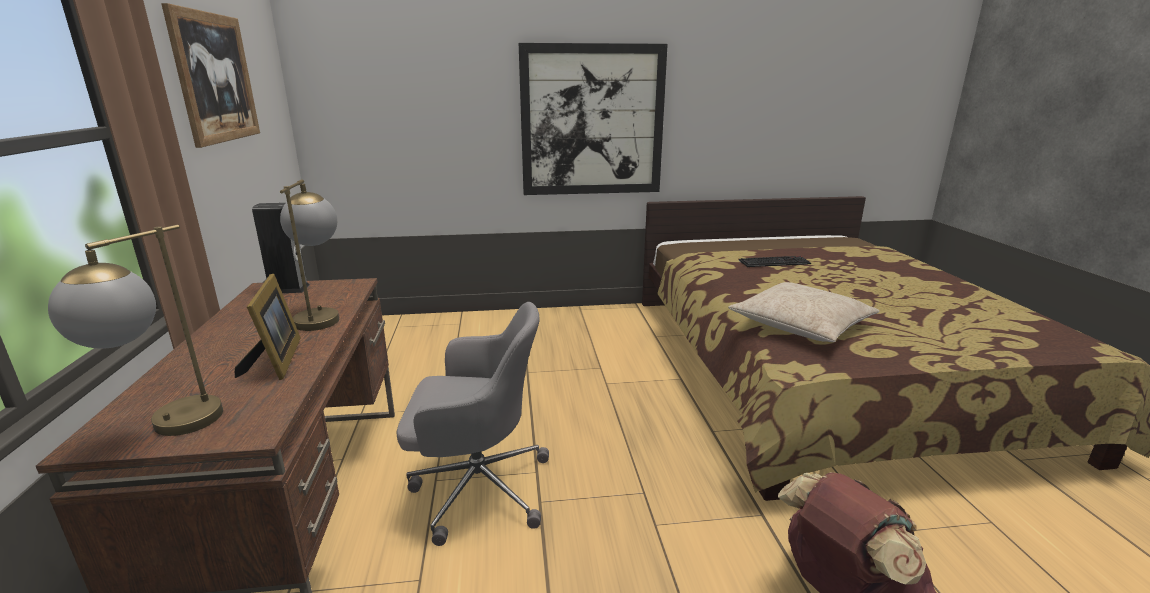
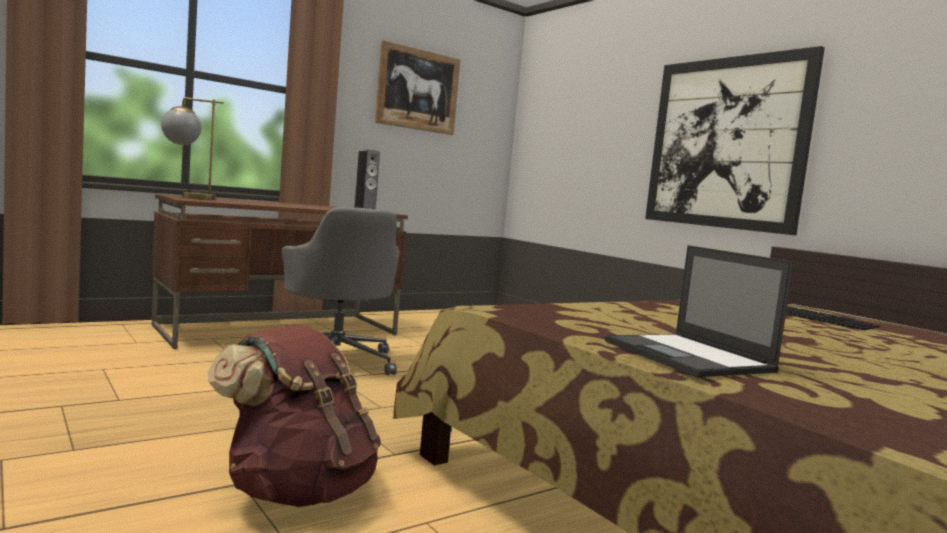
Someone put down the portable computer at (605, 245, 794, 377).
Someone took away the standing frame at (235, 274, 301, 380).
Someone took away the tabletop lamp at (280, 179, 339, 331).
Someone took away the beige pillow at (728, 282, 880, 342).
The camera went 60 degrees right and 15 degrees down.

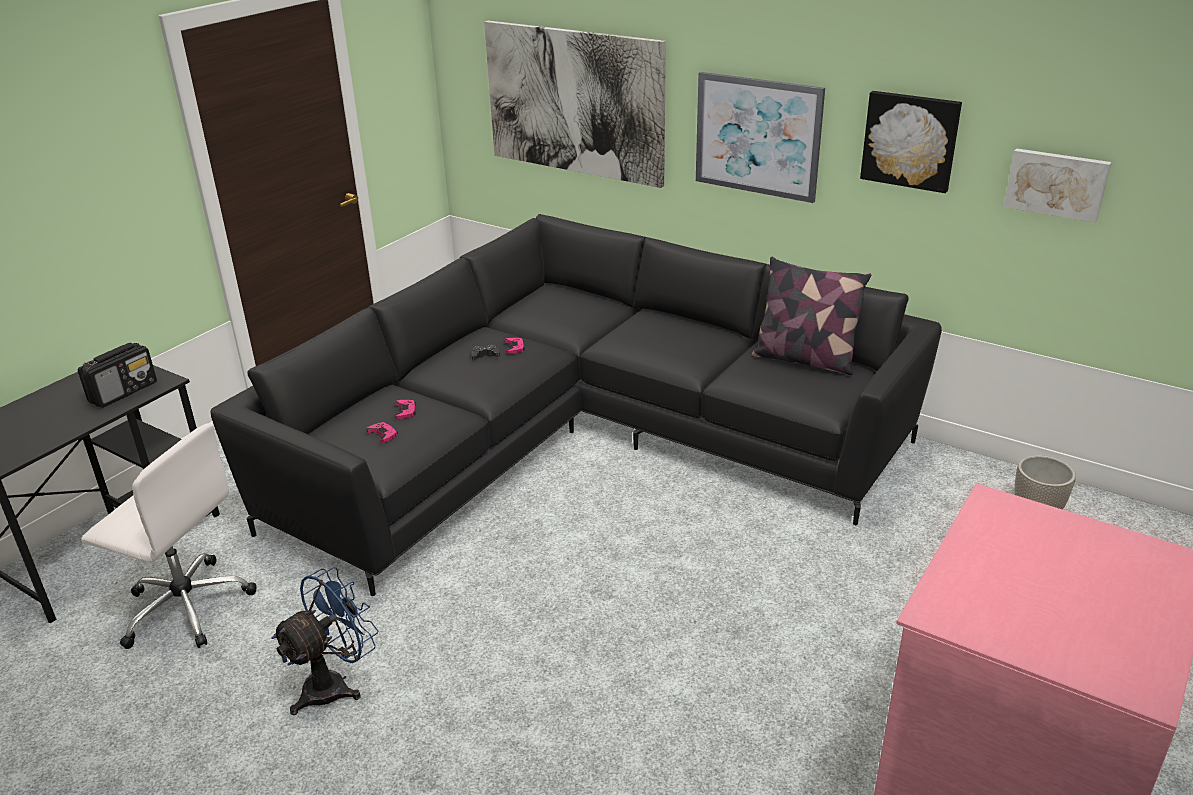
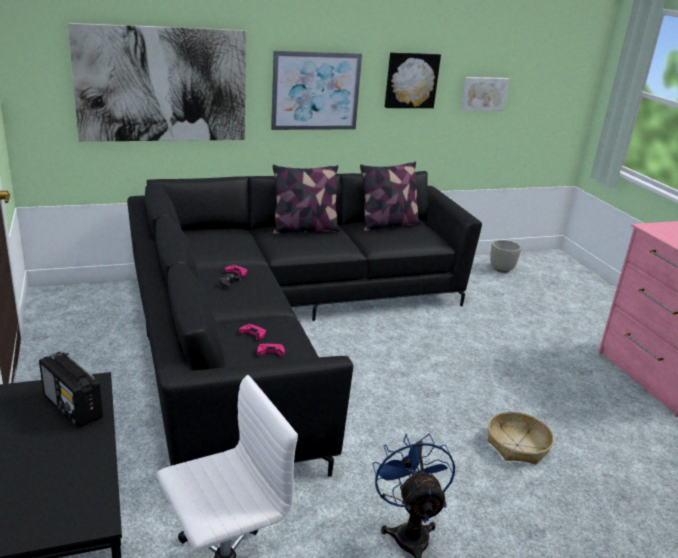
Someone rotated the radio set at (77, 343, 157, 408) by 150 degrees clockwise.
Someone put down the pillow at (272, 165, 340, 234).
Someone put down the storage basket at (488, 412, 554, 465).
The camera went 55 degrees left and 5 degrees down.

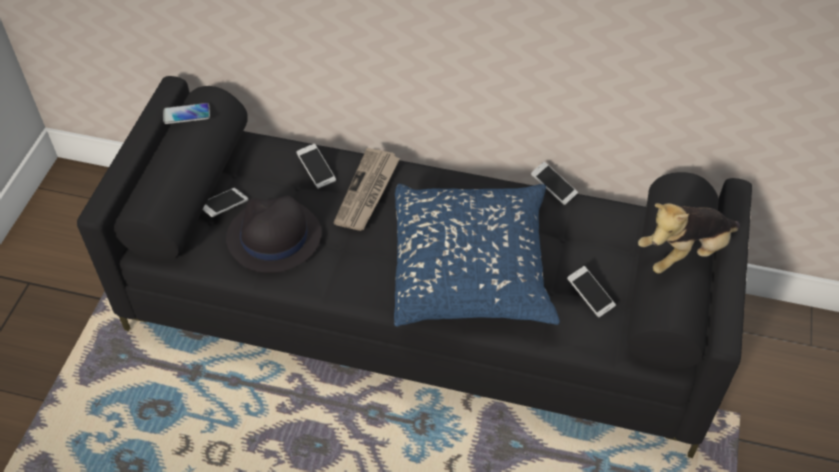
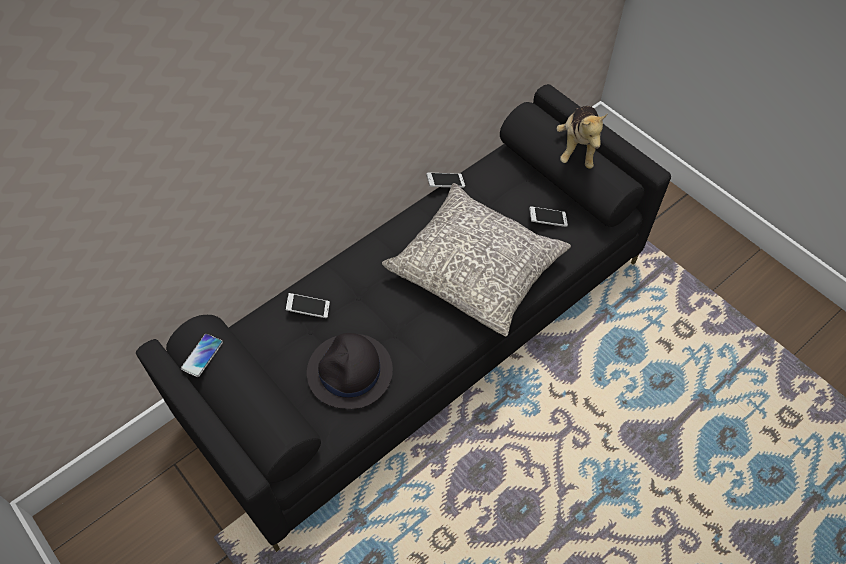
Someone repainted the blue-coloured pillow at (394, 184, 560, 327), which became the gray pillow at (382, 183, 571, 336).
Someone took away the phone at (203, 188, 248, 217).
Someone took away the printed paper at (333, 148, 400, 231).
The camera went 55 degrees left and 5 degrees up.

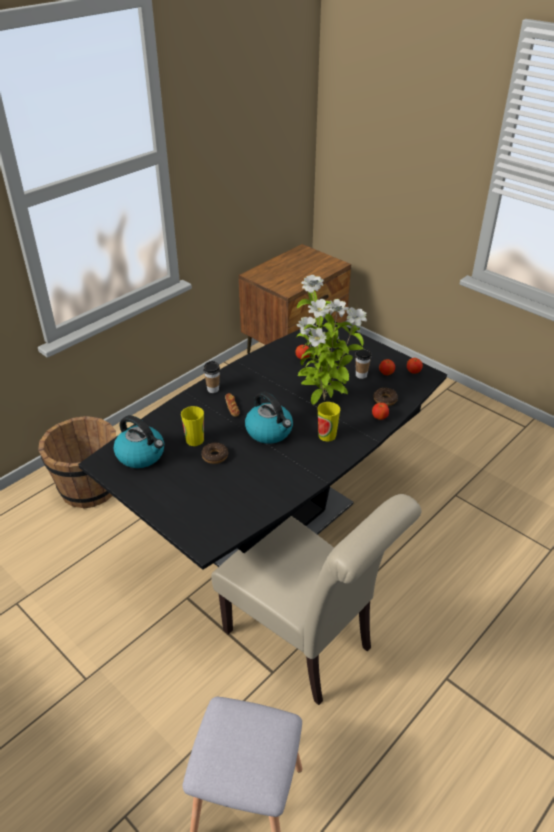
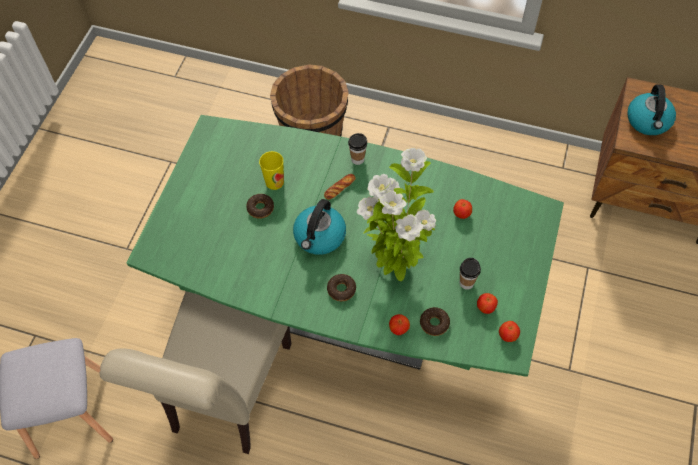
Someone repainted the blackish kitchen table at (78, 318, 447, 570), which became the green-coloured kitchen table at (127, 115, 564, 377).
Someone swapped the cup at (318, 402, 340, 441) for the donut at (327, 274, 356, 301).
Someone carried the tea kettle from (113, 415, 164, 468) to (627, 84, 676, 135).
The camera went 65 degrees right and 20 degrees up.

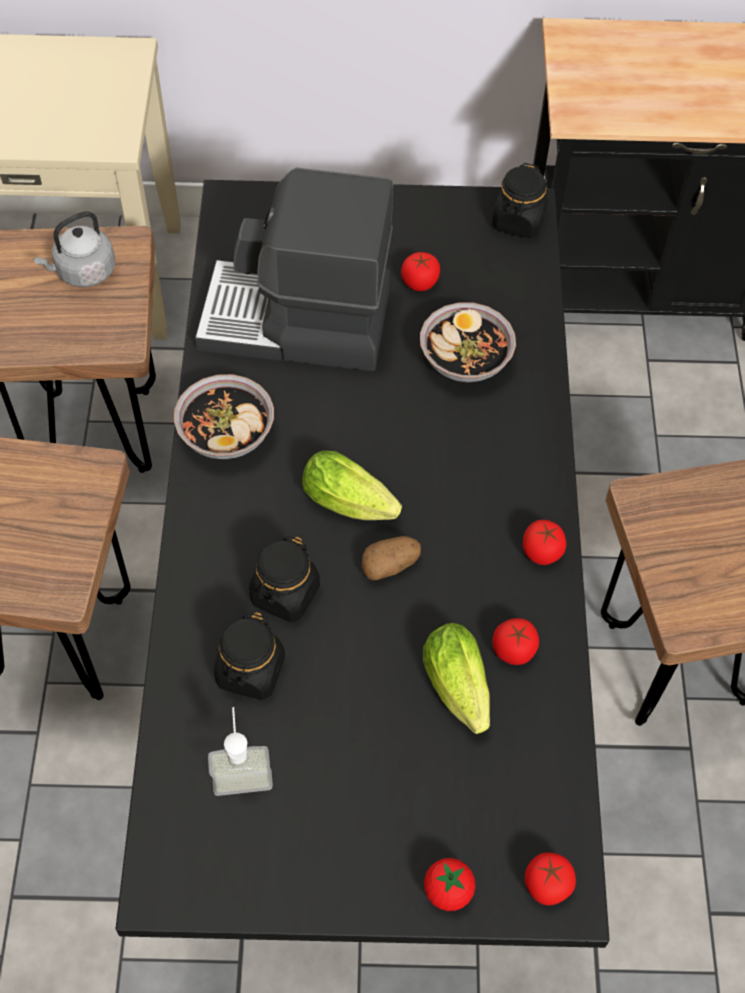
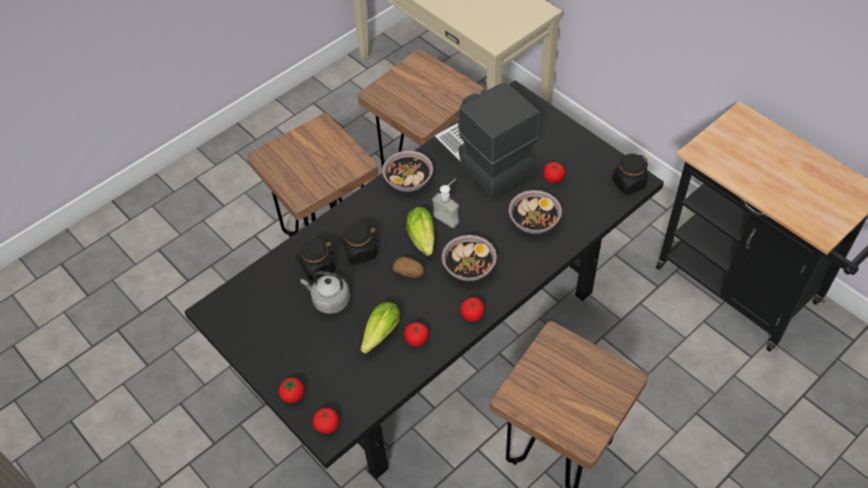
Someone carried the gray tea kettle from (33, 211, 115, 287) to (301, 271, 350, 314).
Someone carried the liquid soap bottle from (208, 707, 273, 796) to (432, 179, 459, 228).
Someone put down the serving bowl at (442, 235, 497, 281).
The camera went 50 degrees right and 5 degrees down.

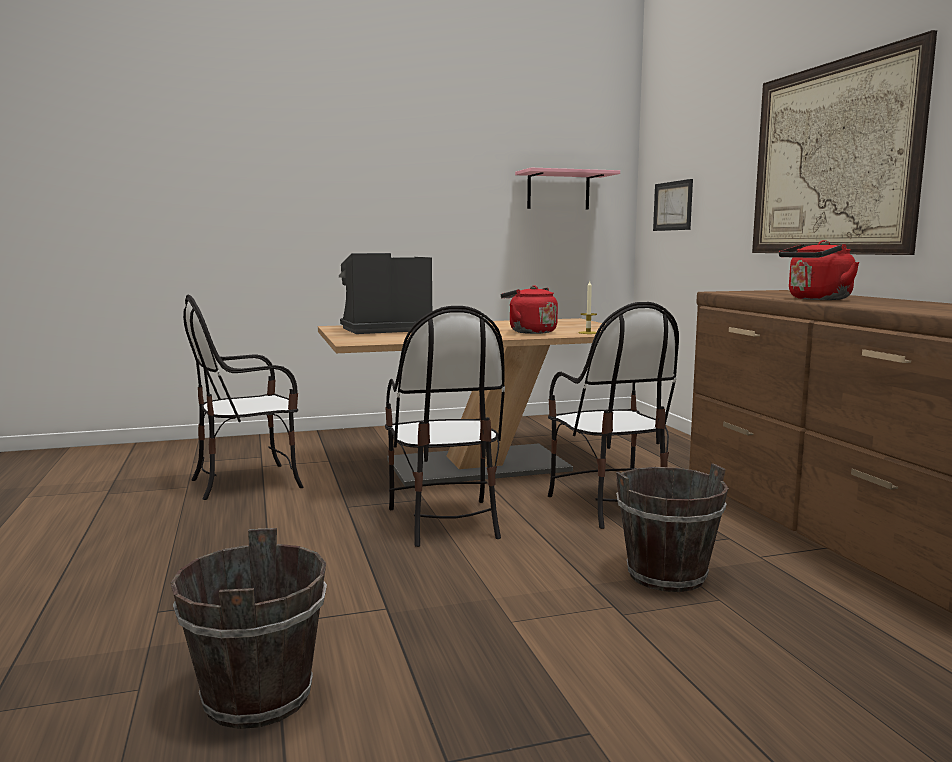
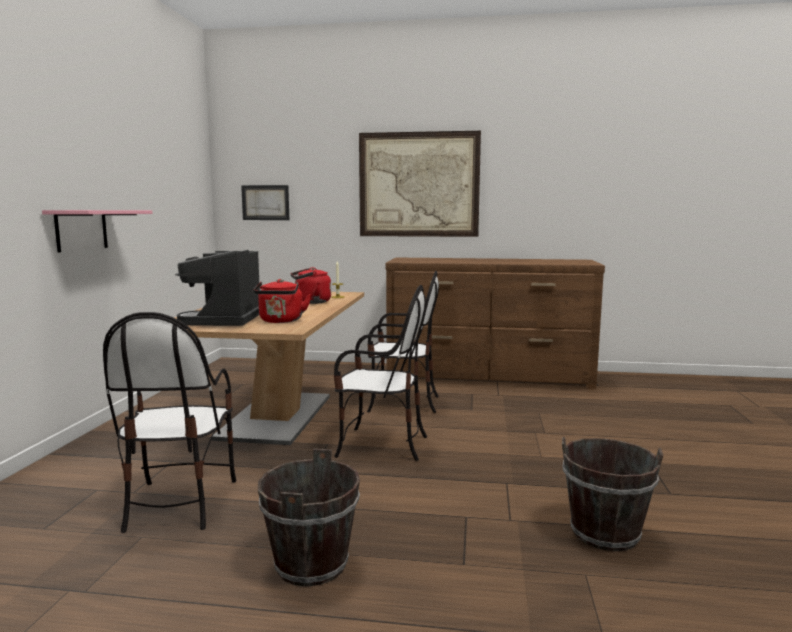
Someone carried the pink-coloured shelf from (515, 168, 620, 210) to (42, 210, 152, 252).
Someone carried the red tea kettle from (779, 240, 859, 300) to (253, 279, 311, 323).
Someone carried the brownish bucket from (616, 463, 729, 592) to (258, 448, 360, 586).
The camera went 65 degrees left and 0 degrees up.

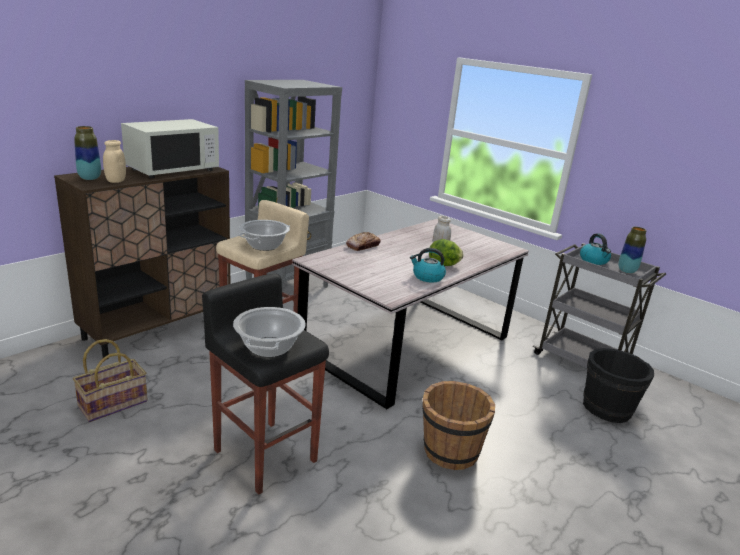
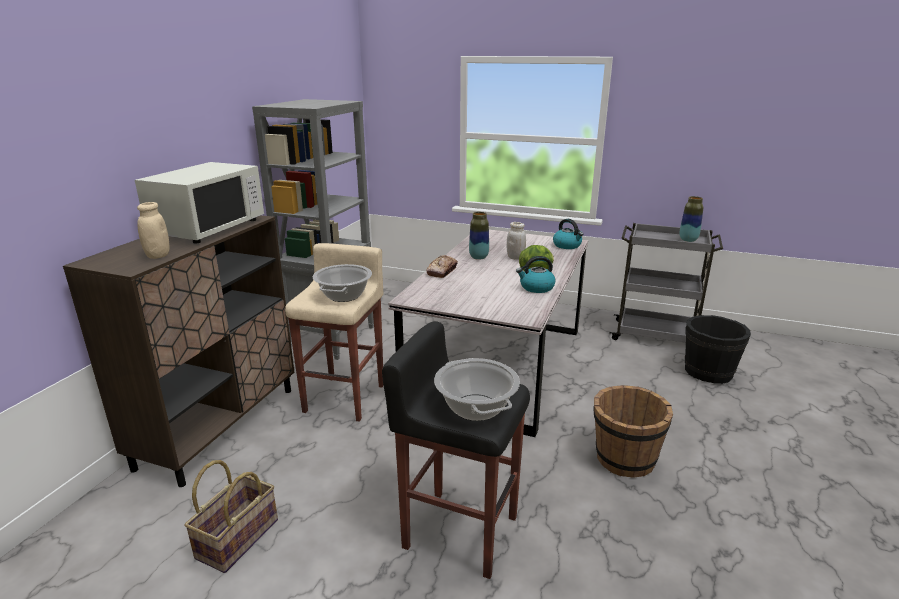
Someone carried the vase from (74, 126, 101, 180) to (469, 212, 489, 260).
Someone carried the tea kettle from (580, 233, 611, 265) to (553, 219, 584, 249).
The camera went 20 degrees left and 0 degrees up.

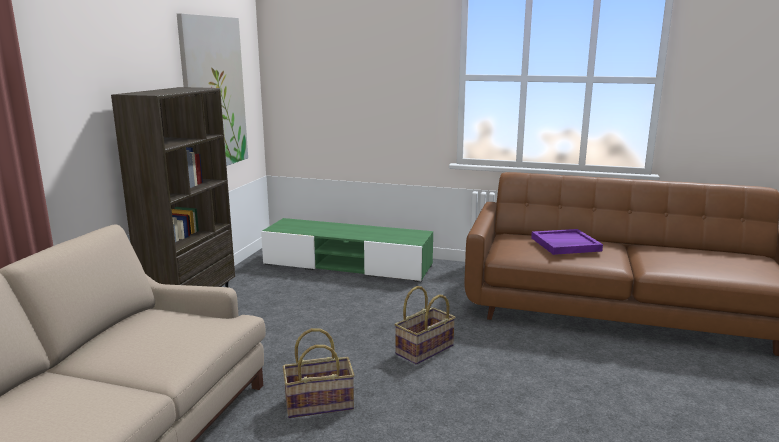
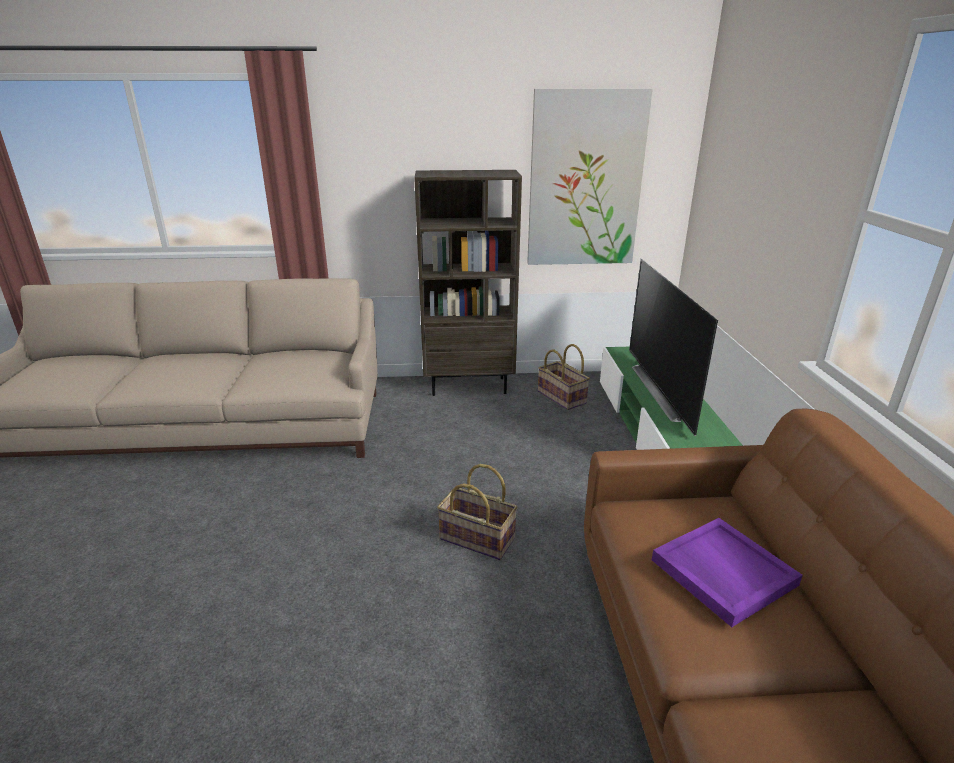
Someone carried the storage basket from (283, 328, 355, 418) to (538, 344, 590, 410).
Someone put down the television at (629, 259, 718, 436).
The camera went 70 degrees right and 10 degrees up.

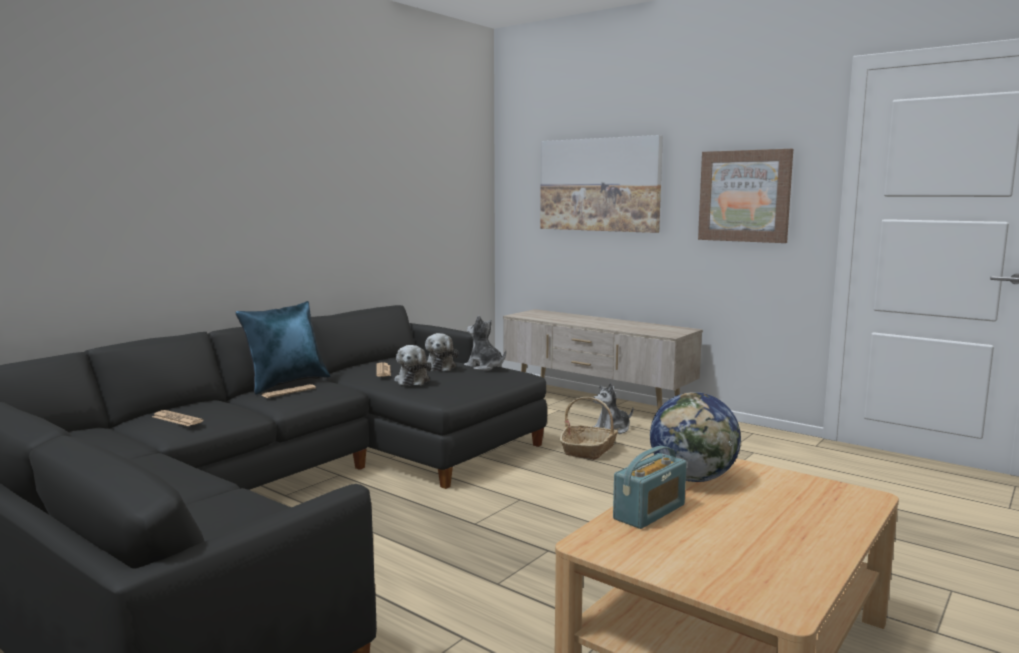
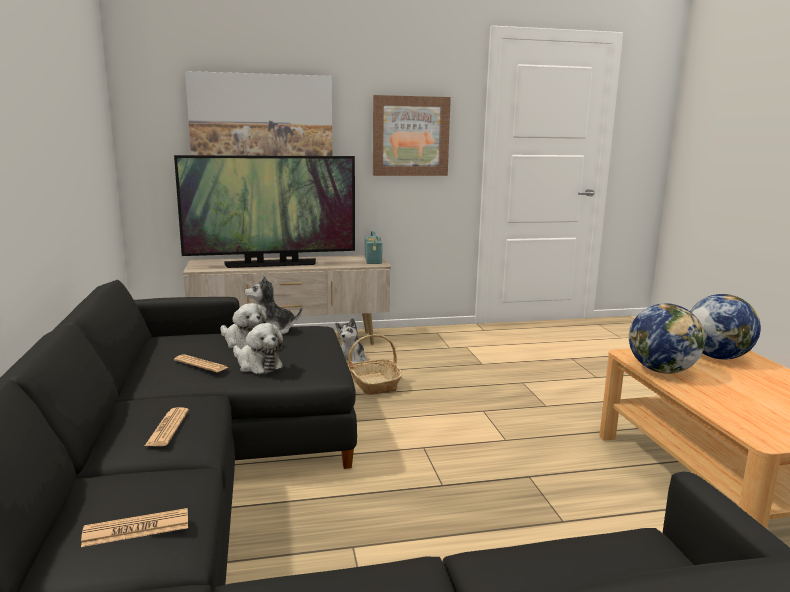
Someone put down the television at (174, 155, 355, 268).
Someone carried the radio set from (613, 446, 687, 529) to (365, 231, 382, 264).
Someone put down the globe at (690, 294, 761, 360).
Someone took away the blue-coloured pillow at (235, 301, 330, 394).
The camera went 50 degrees left and 5 degrees up.

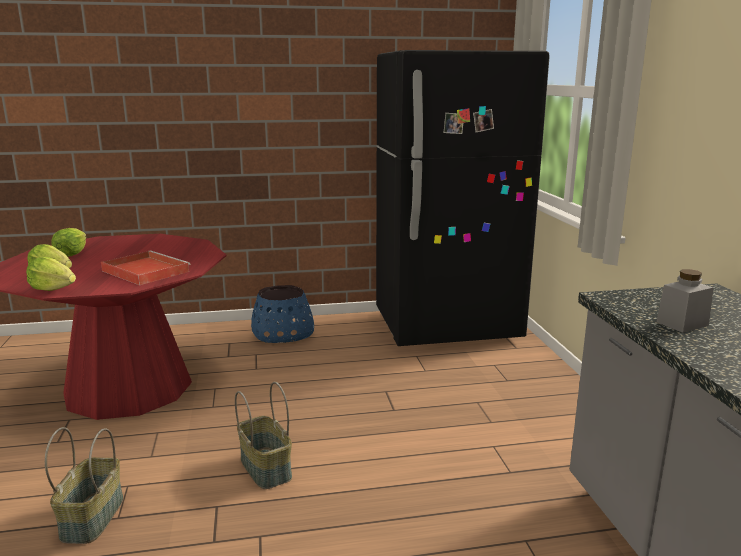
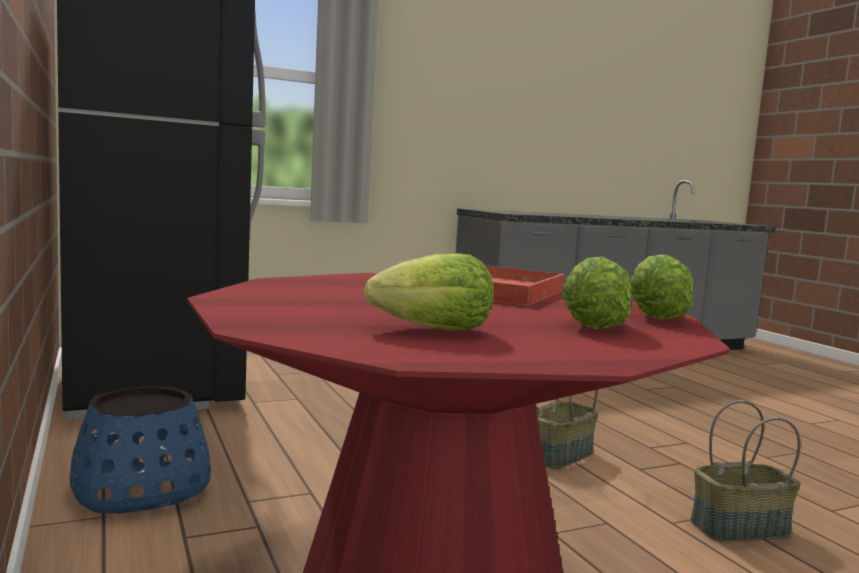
Someone took away the gray jar at (656, 269, 714, 333).
The camera went 105 degrees left and 10 degrees down.

